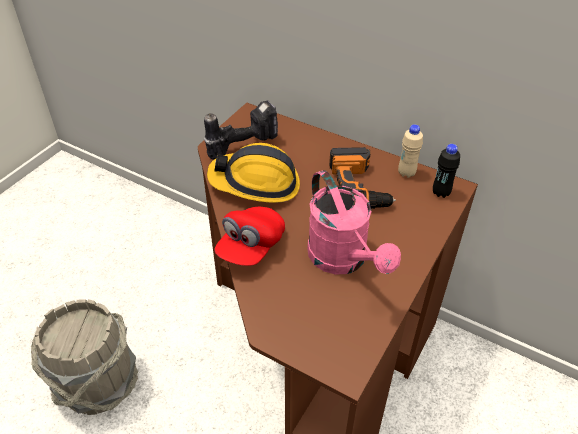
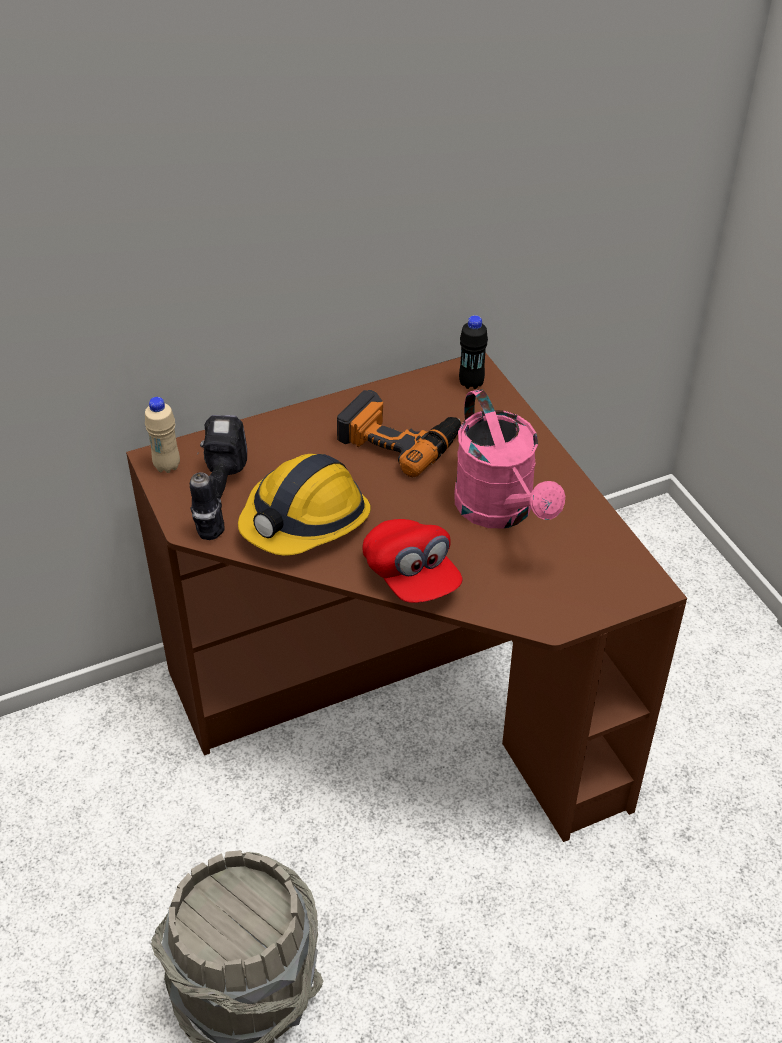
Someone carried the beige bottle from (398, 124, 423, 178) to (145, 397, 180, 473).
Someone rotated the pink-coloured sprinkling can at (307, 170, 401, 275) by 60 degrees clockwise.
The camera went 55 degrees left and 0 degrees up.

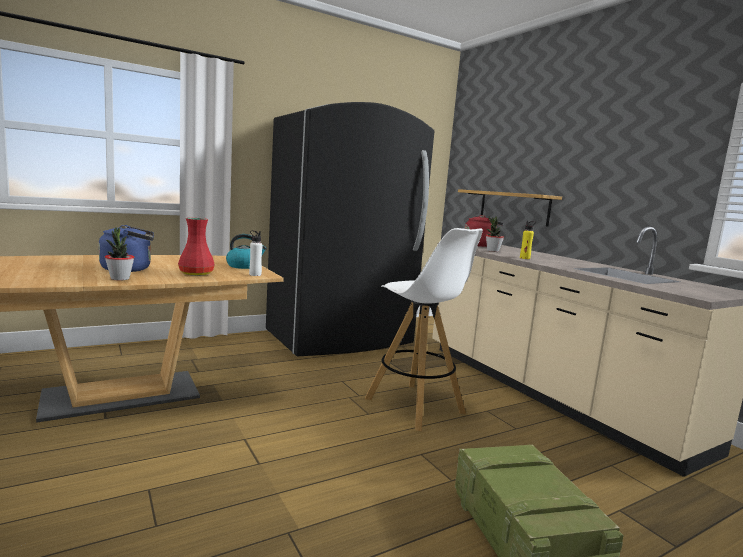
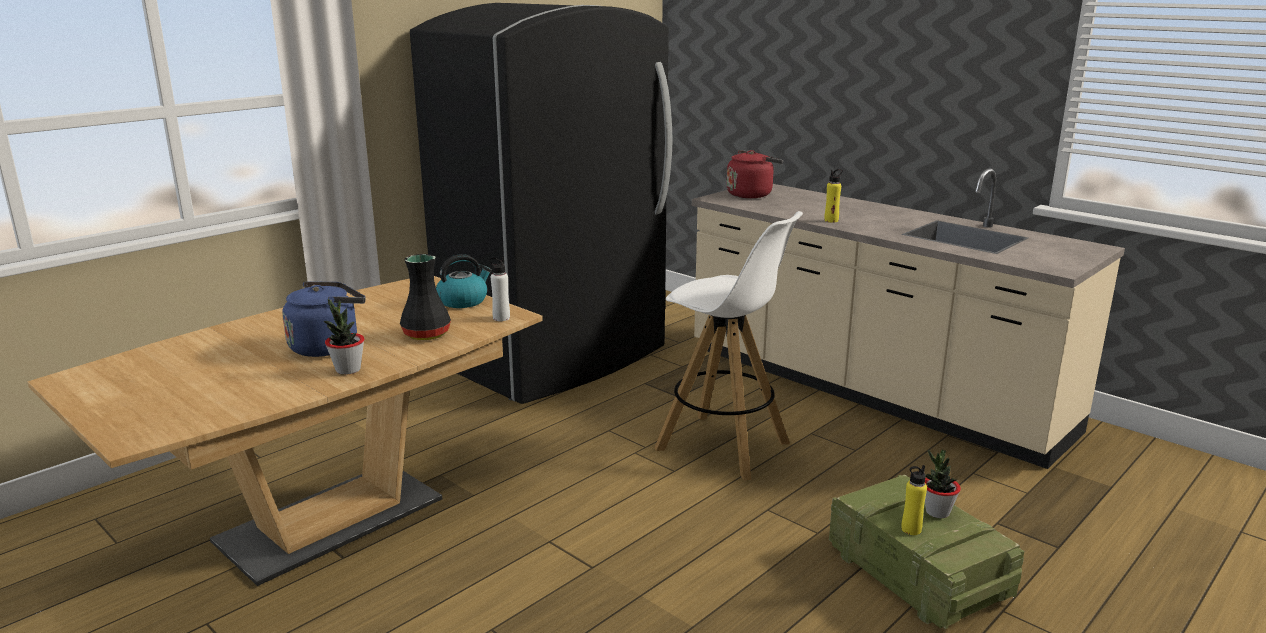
Someone repainted the red vase at (178, 218, 215, 276), which became the blackish vase at (400, 254, 451, 340).
Someone put down the yellowish bottle at (901, 465, 927, 535).
Someone carried the plant in a pot from (486, 216, 504, 252) to (925, 449, 961, 518).
Someone took away the shelf at (458, 189, 562, 227).
The camera went 15 degrees left and 10 degrees up.

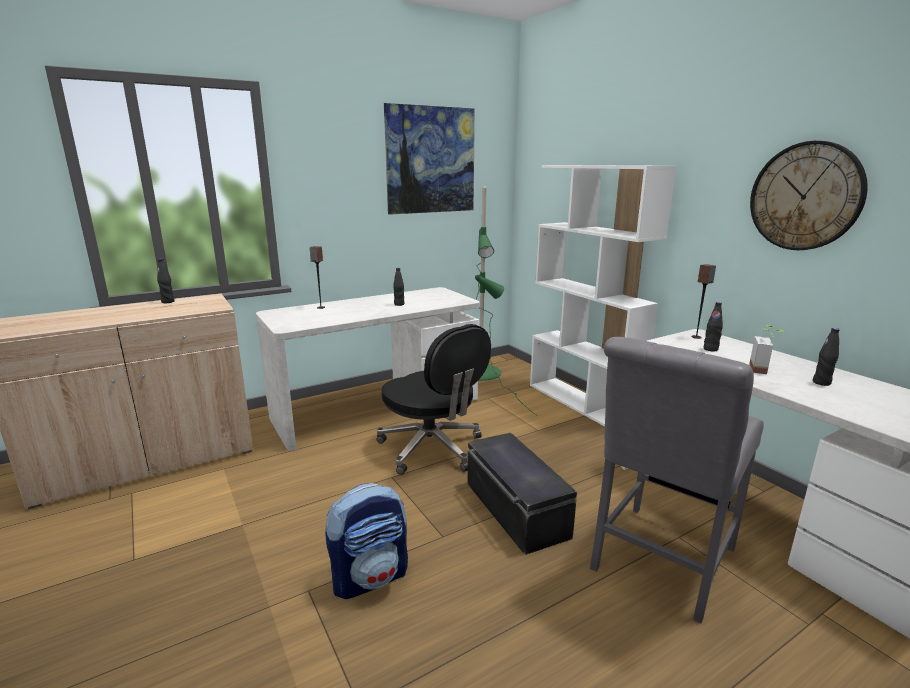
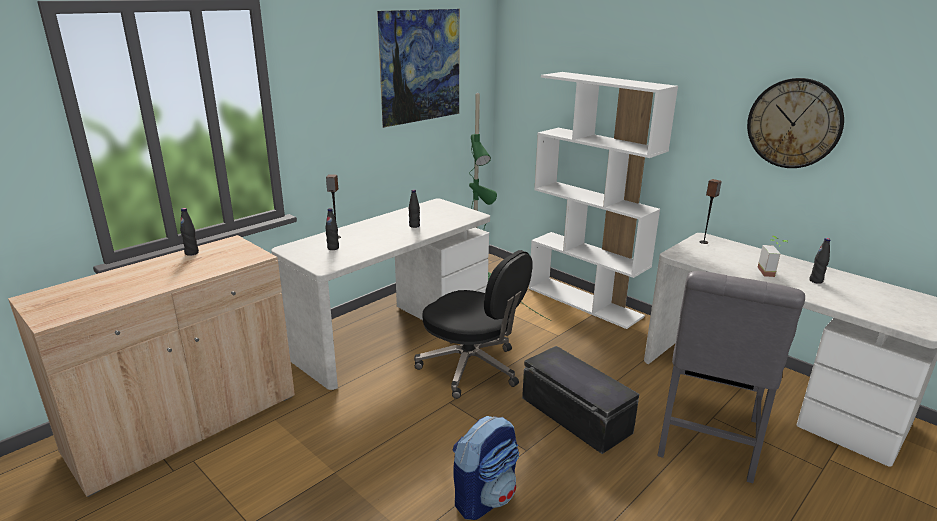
Someone carried the blackish bottle from (704, 302, 723, 351) to (325, 208, 339, 250).
The camera went 15 degrees left and 5 degrees up.

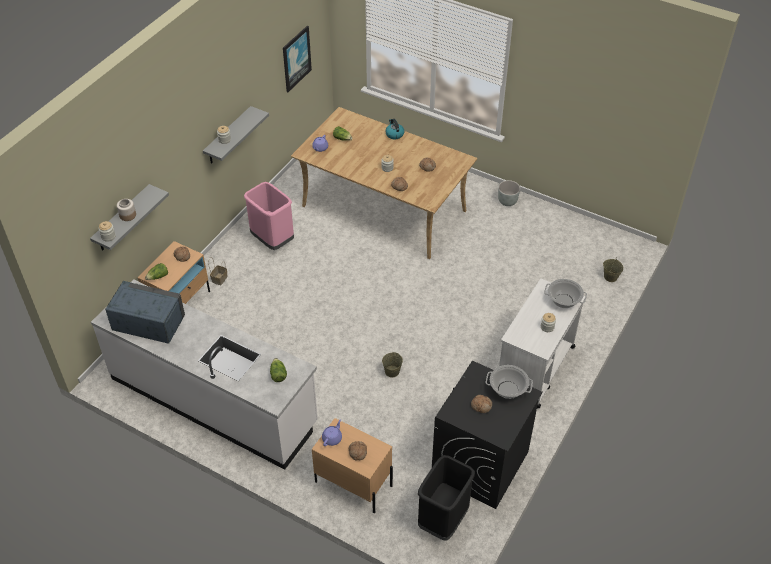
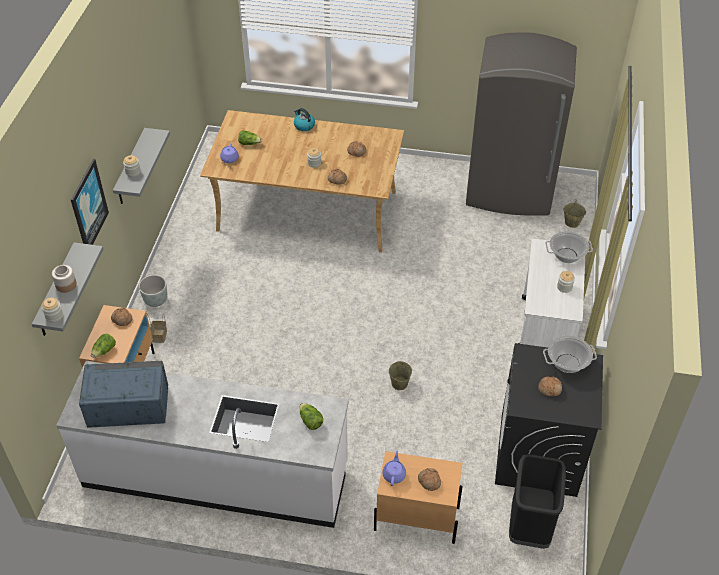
Someone carried the picture from (283, 26, 312, 92) to (71, 159, 109, 245).
Someone carried the gray planter from (498, 180, 520, 206) to (139, 275, 167, 307).
Someone put down the gray fridge at (466, 32, 577, 215).
Someone took away the pink-coloured trash can at (244, 182, 294, 250).
The camera went 20 degrees left and 0 degrees up.

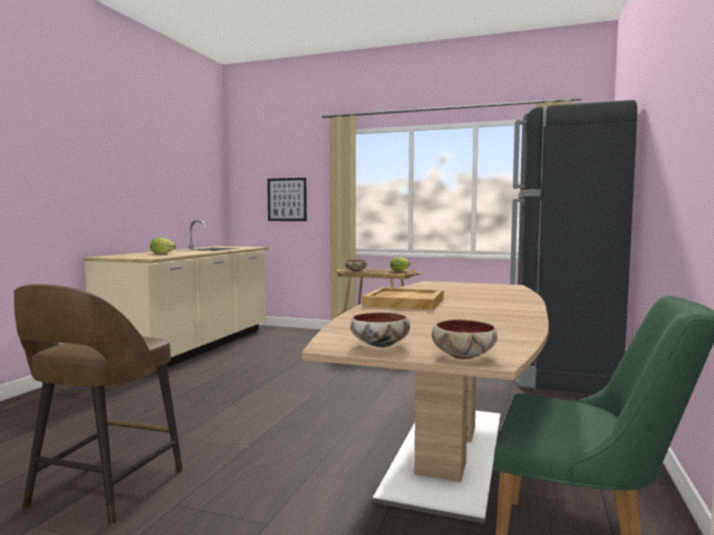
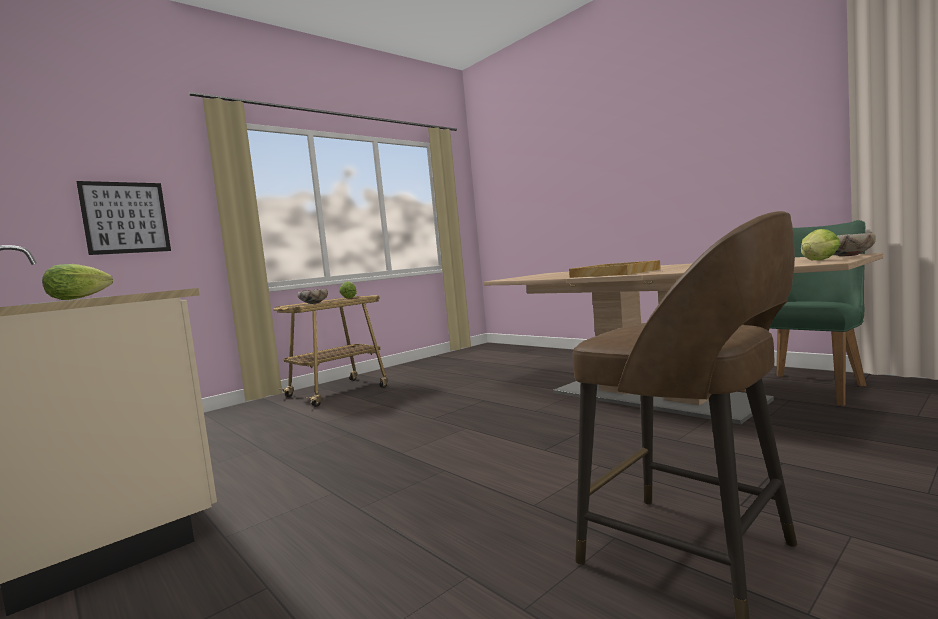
Someone swapped the serving bowl at (350, 312, 410, 347) for the lettuce at (801, 229, 841, 260).
Someone took away the blackish fridge at (510, 100, 637, 394).
The camera went 60 degrees left and 0 degrees up.

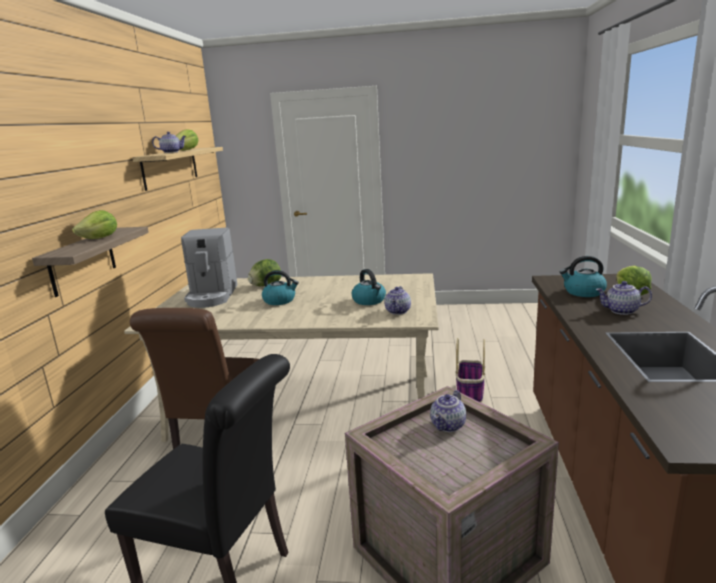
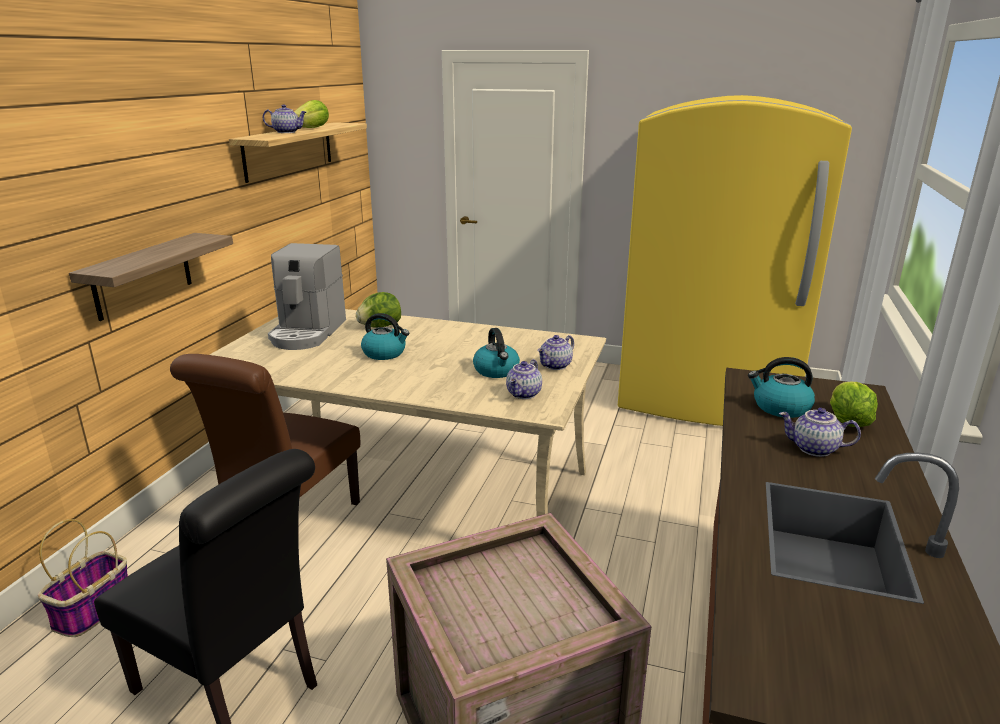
Someone carried the storage basket from (456, 338, 485, 403) to (38, 519, 128, 637).
Someone carried the tea pot from (430, 390, 466, 432) to (537, 335, 574, 370).
Someone put down the yellowish fridge at (618, 95, 852, 426).
Someone took away the lettuce at (72, 210, 117, 239).
The camera went 10 degrees right and 5 degrees up.

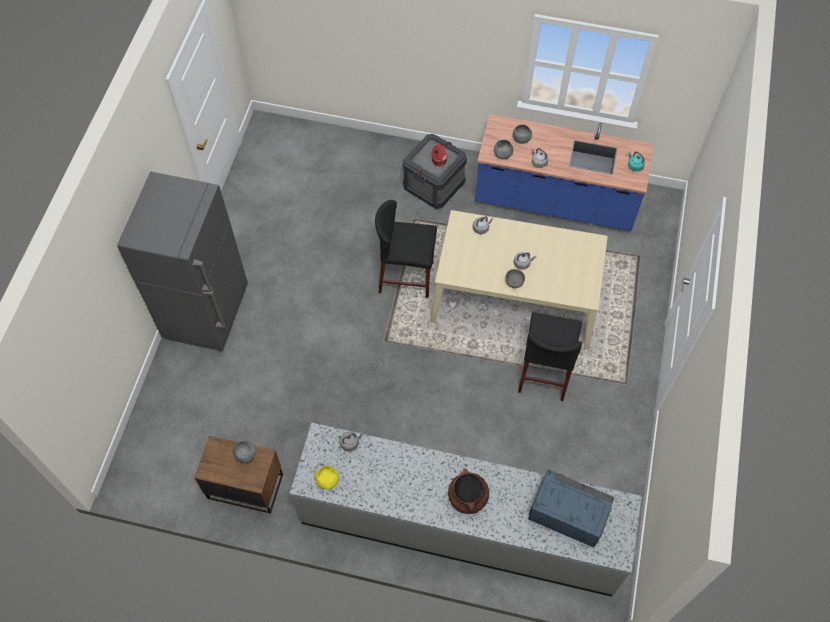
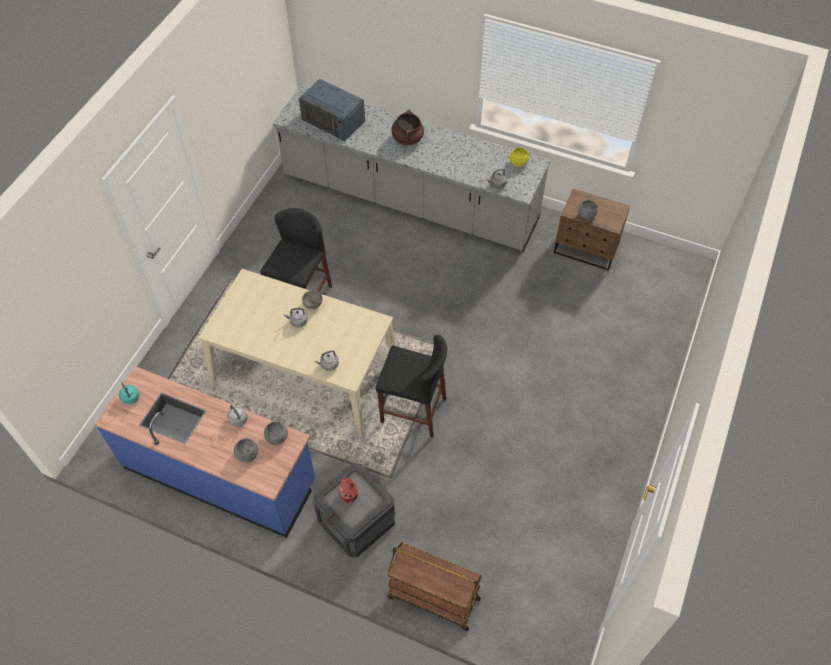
Someone put down the brownish trolley at (386, 542, 482, 631).
Someone took away the gray fridge at (117, 172, 248, 351).
The camera went 170 degrees left and 5 degrees down.

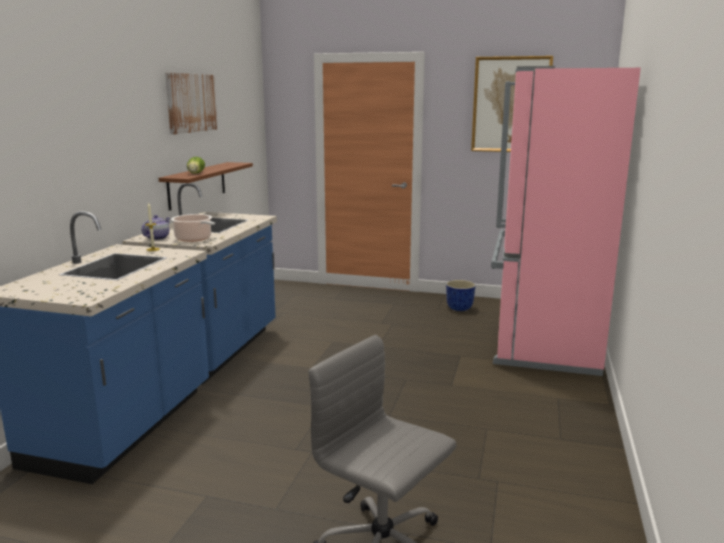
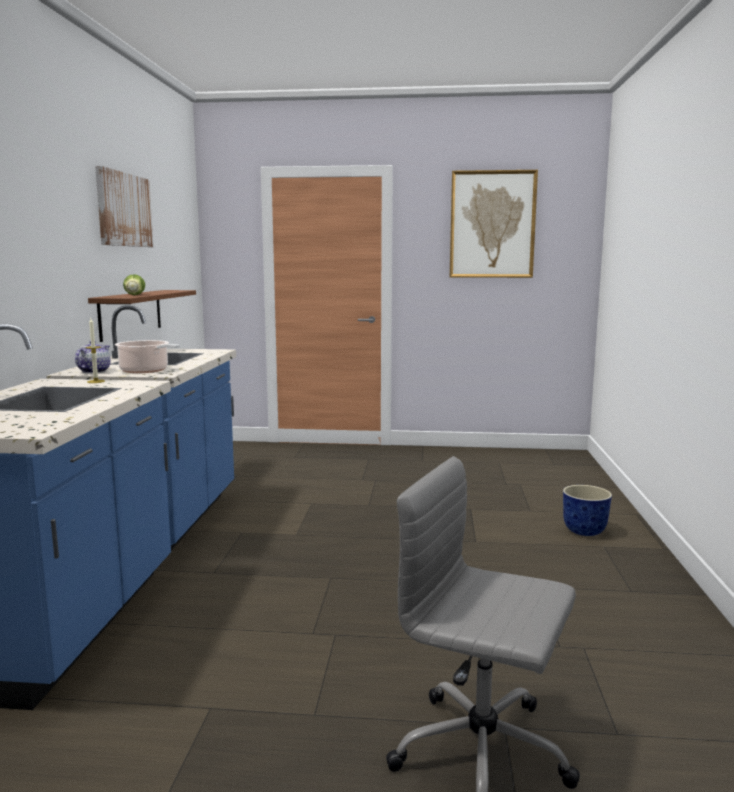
Someone carried the planter from (446, 280, 476, 311) to (563, 485, 612, 536).
Someone took away the pink-coloured fridge at (491, 66, 641, 376).
The camera went 10 degrees left and 5 degrees down.

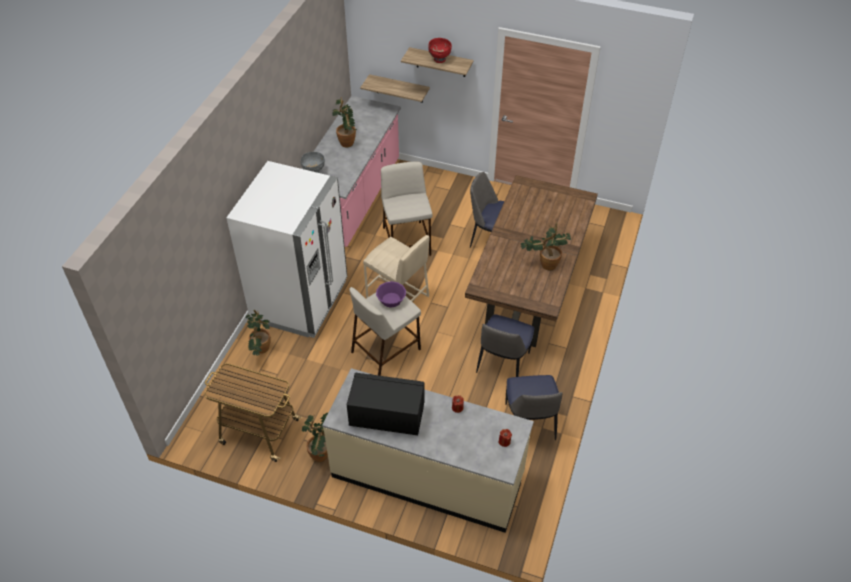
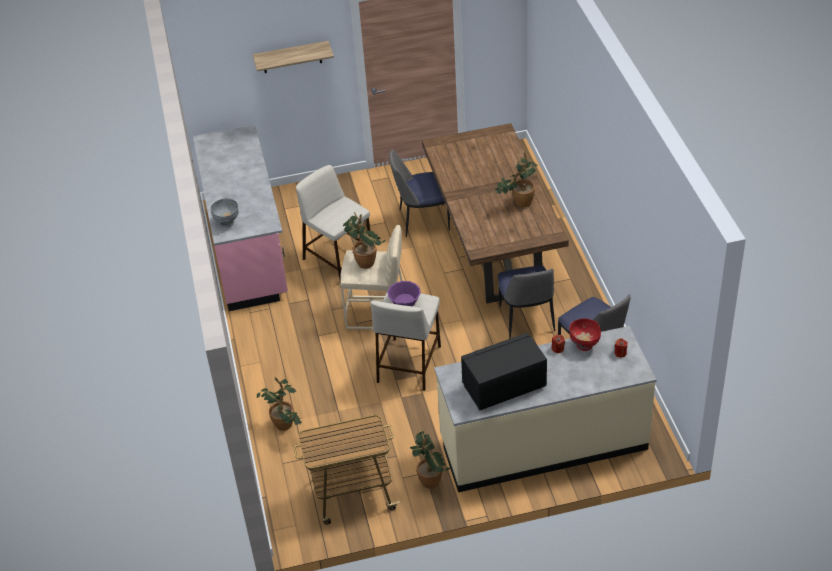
Someone carried the plant in a pot from (332, 97, 357, 147) to (343, 212, 386, 269).
Someone carried the red serving bowl from (428, 38, 452, 63) to (569, 318, 601, 351).
Someone took away the white fridge at (226, 161, 347, 338).
Someone took away the shelf at (360, 74, 430, 103).
The camera went 30 degrees left and 5 degrees down.

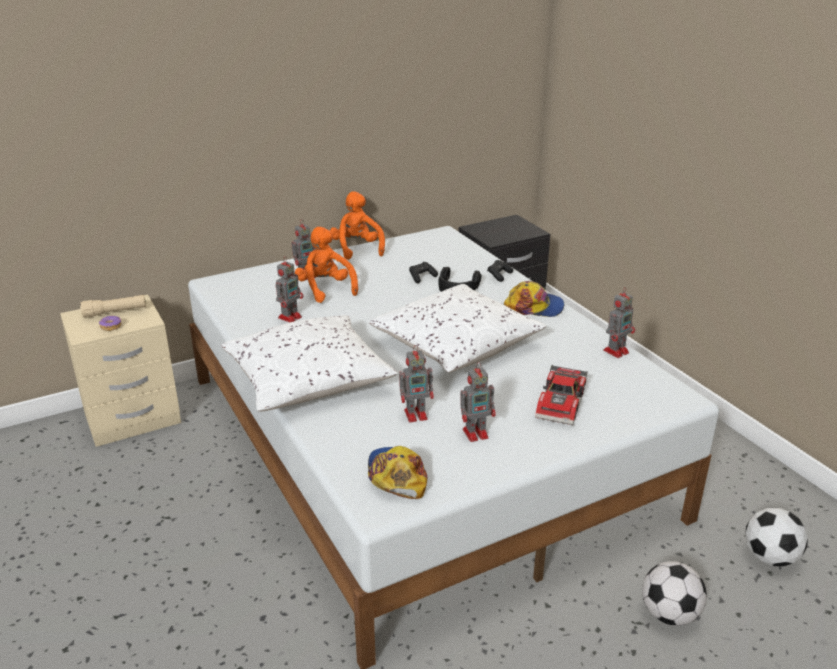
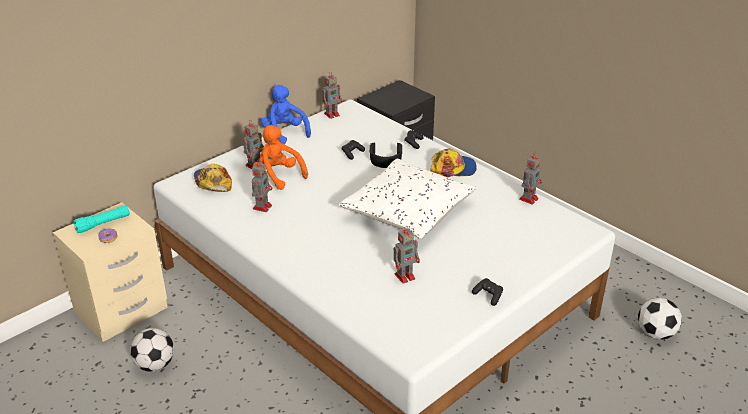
Someone repainted the beige torch at (80, 295, 146, 318), which became the turquoise-coloured torch at (73, 205, 130, 233).
Someone carried the football from (642, 561, 707, 626) to (130, 328, 174, 372).
Someone carried the cap from (368, 446, 427, 499) to (194, 164, 232, 192).
Someone repainted the orange-coloured plush toy at (330, 191, 385, 260), which became the blue-coloured plush toy at (261, 85, 311, 144).
Someone carried the robot figure from (460, 362, 496, 442) to (322, 72, 342, 119).
Someone put down the blackish joypad at (472, 278, 503, 306).
Someone took away the white pillow at (221, 315, 398, 412).
Someone took away the miniature car at (535, 365, 588, 425).
The camera went 15 degrees left and 5 degrees up.

